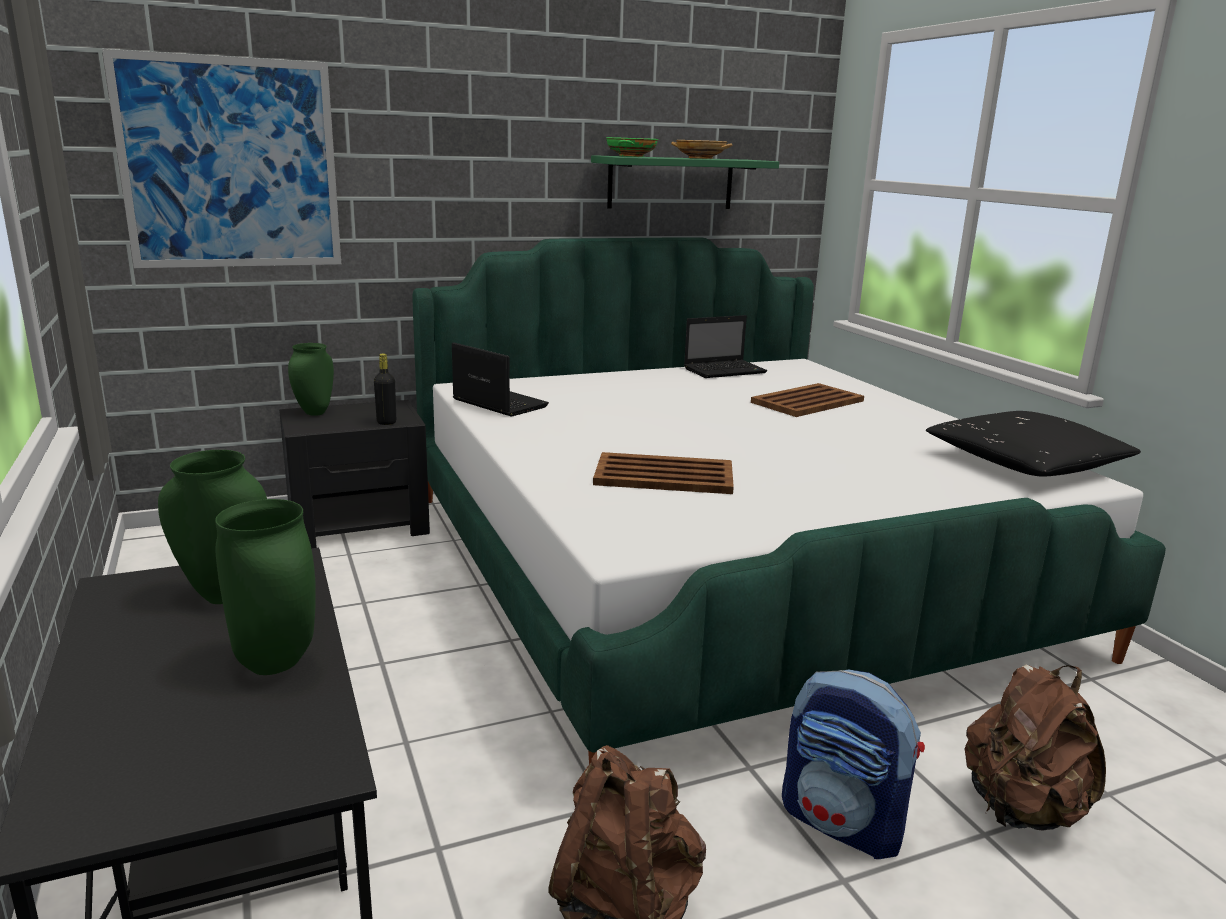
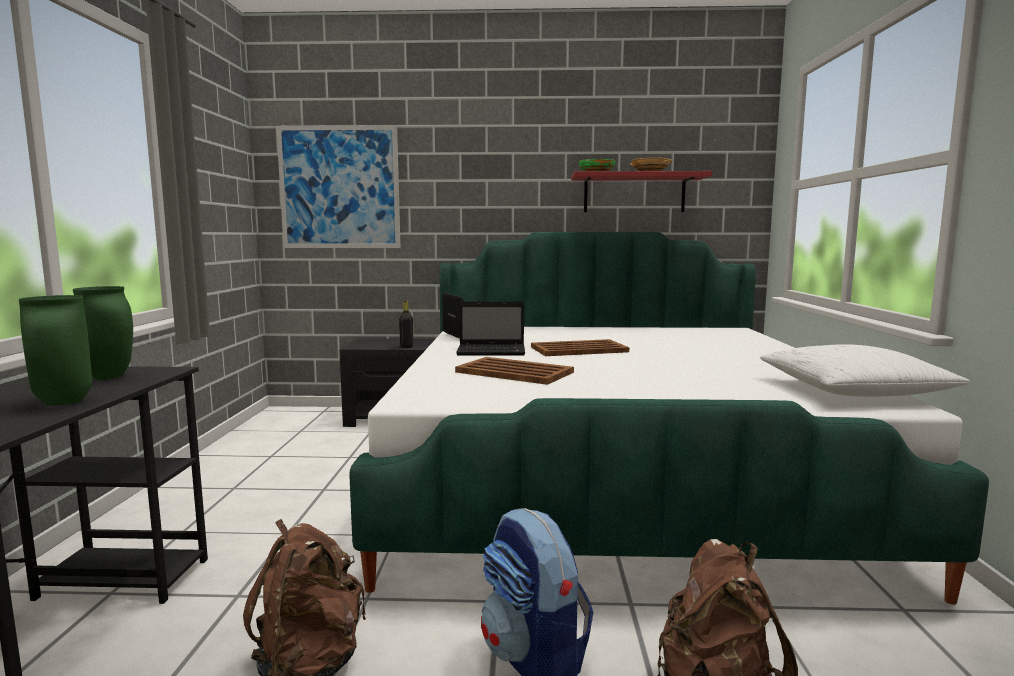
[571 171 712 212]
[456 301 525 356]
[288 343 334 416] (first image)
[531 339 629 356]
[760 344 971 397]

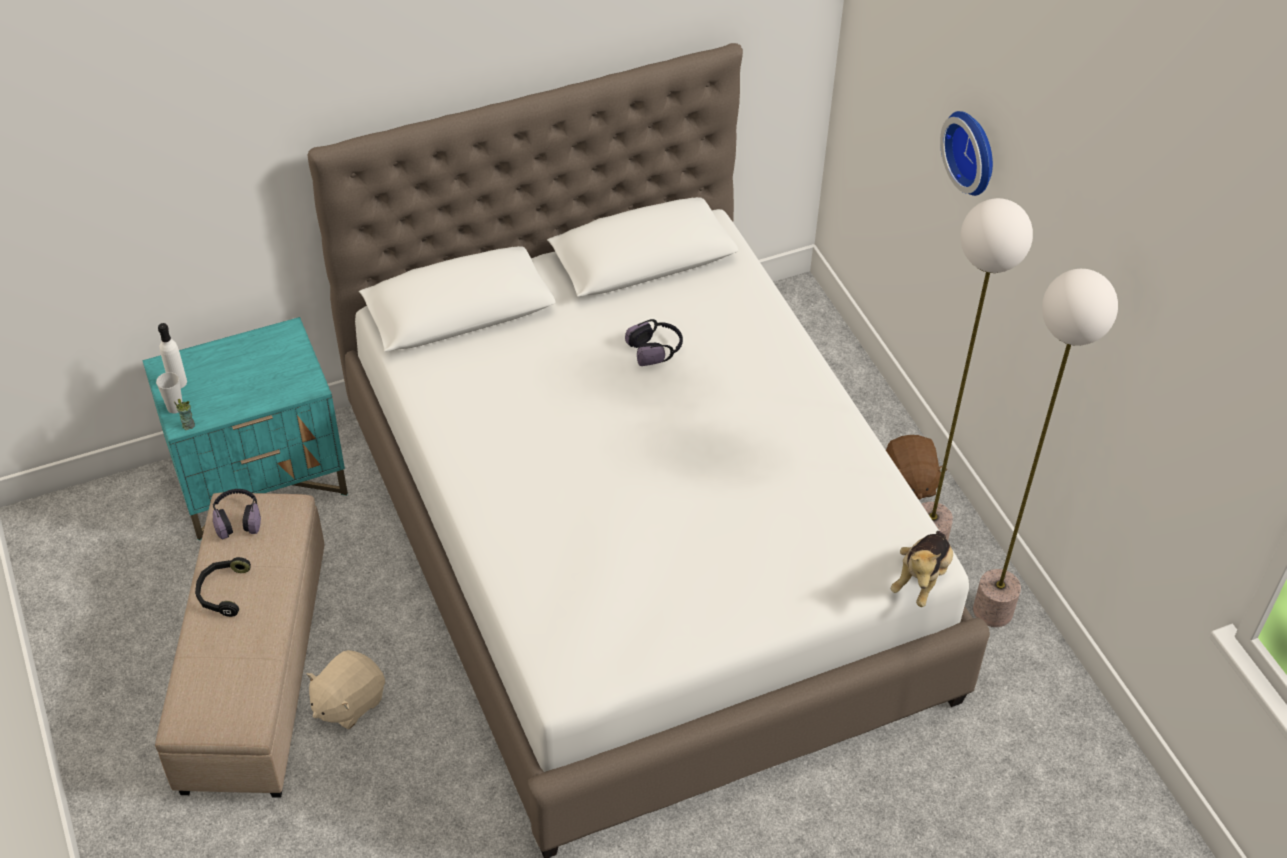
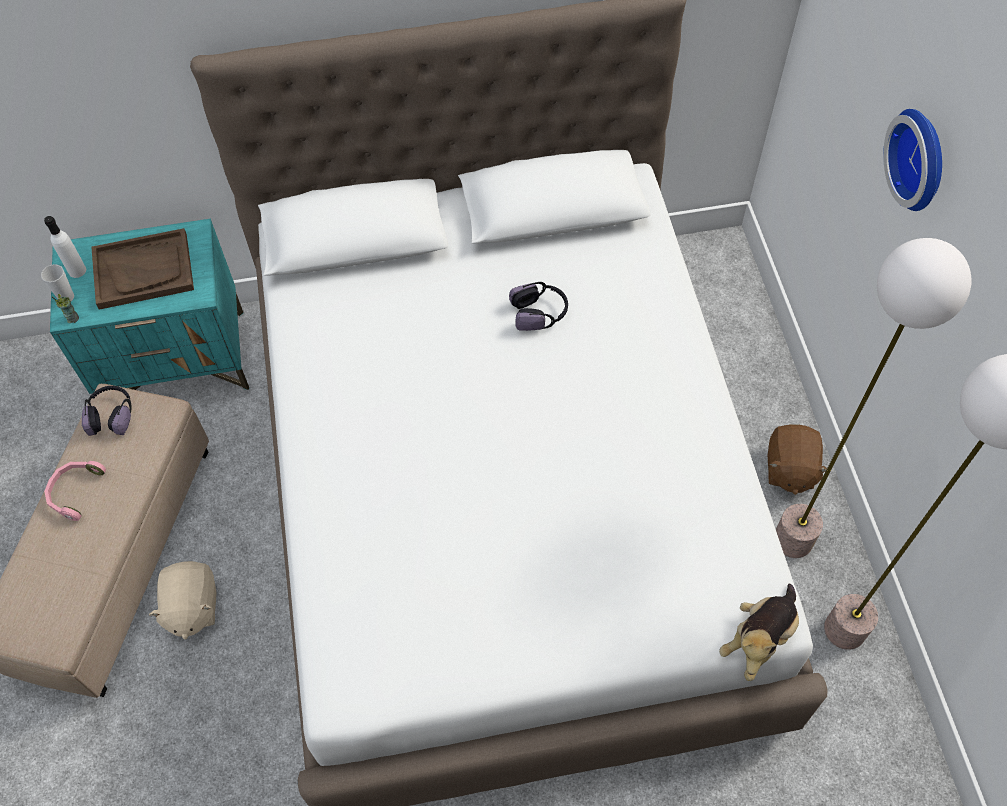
[44 461 106 521]
[149 561 217 640]
[91 228 194 310]

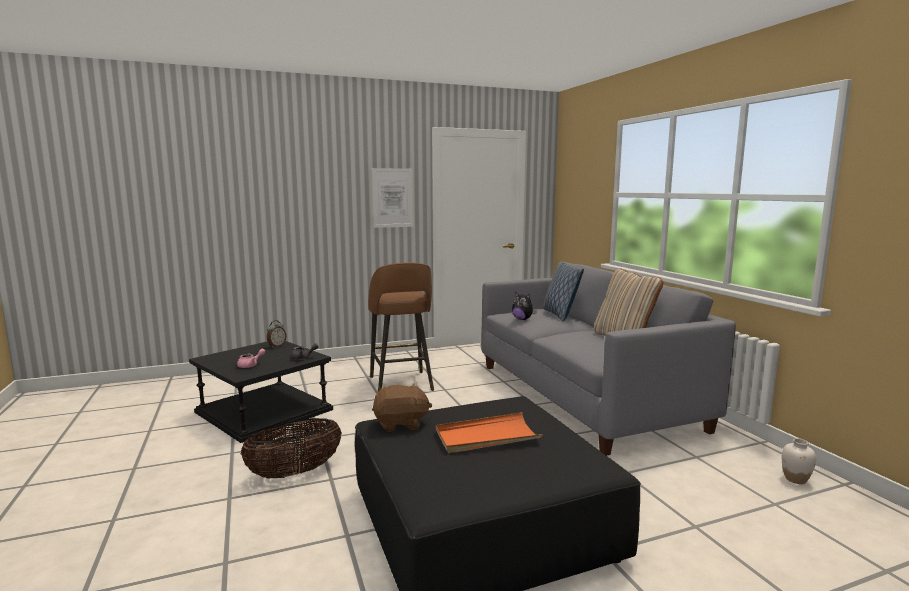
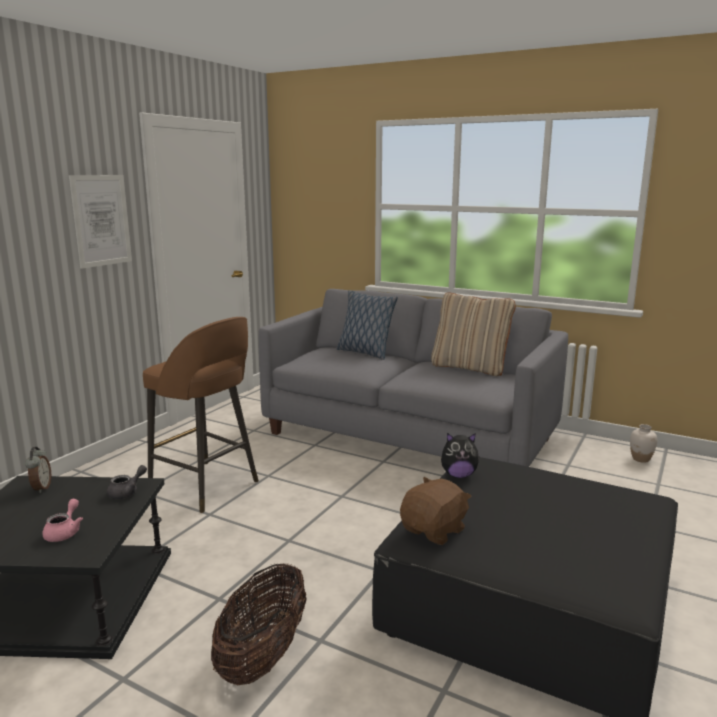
[441 433 480 478]
[436 412 543 453] (first image)

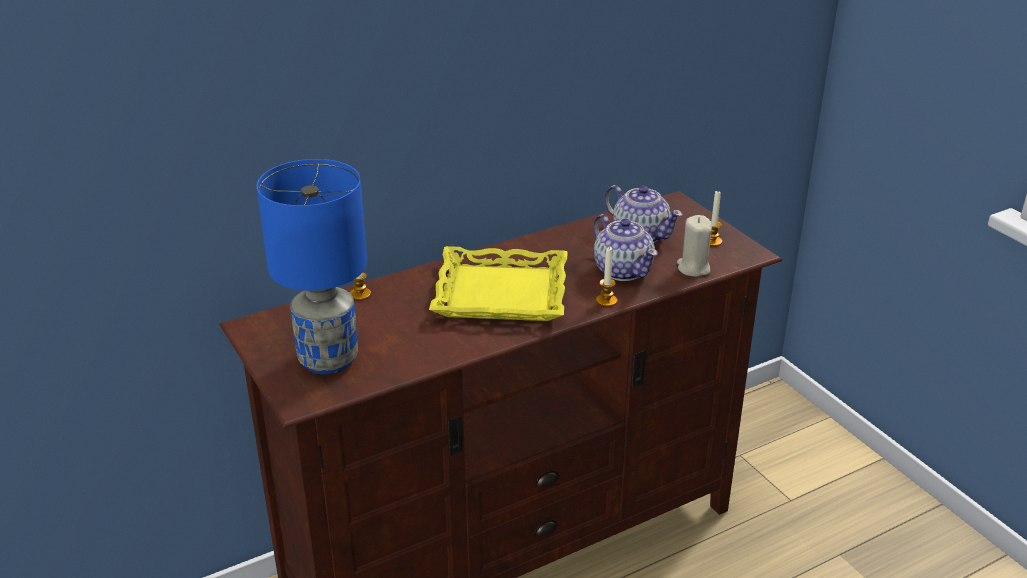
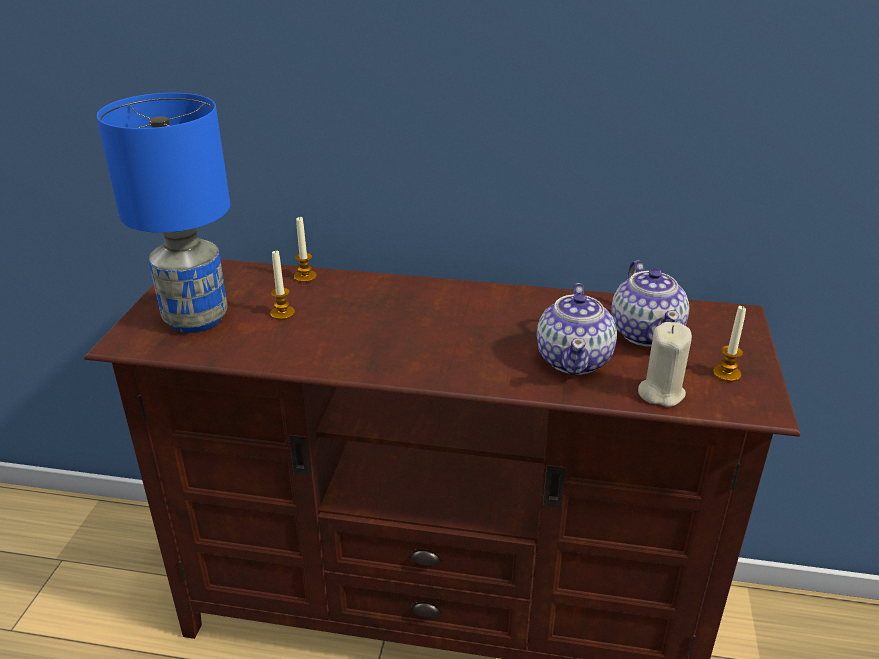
[429 246 568 321] (first image)
[270 251 295 320]

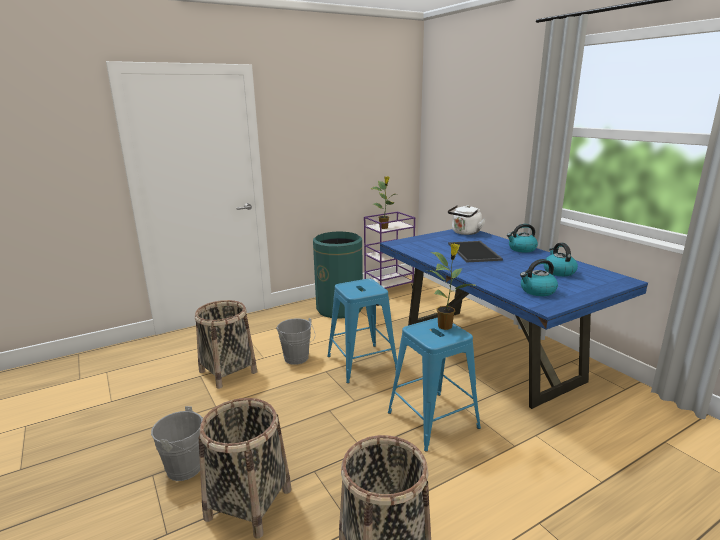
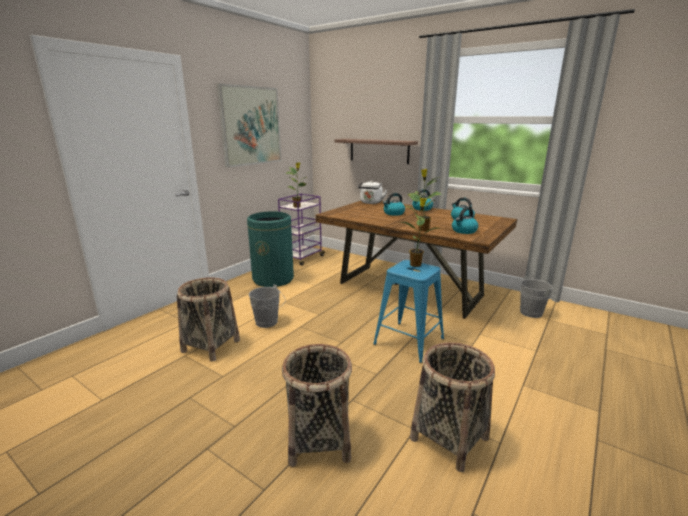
[315 201 517 319]
[383 193 405 216]
[327 279 397 383] (first image)
[520 276 556 318]
[217 84 281 168]
[334 139 418 164]
[408 169 443 231]

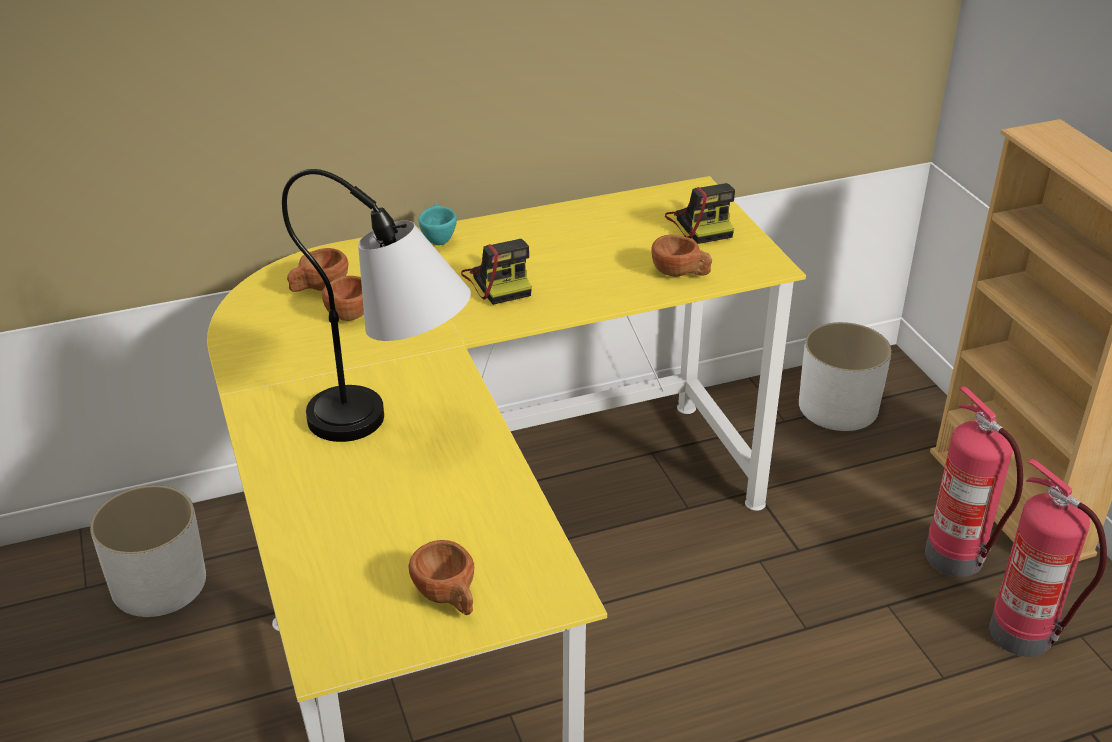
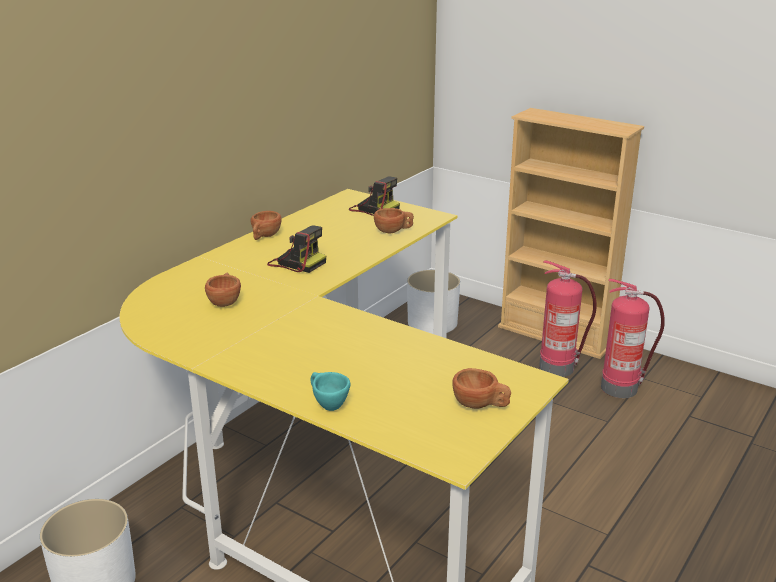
[282 169 471 442] (first image)
[310 372 350 411]
[250 211 282 240]

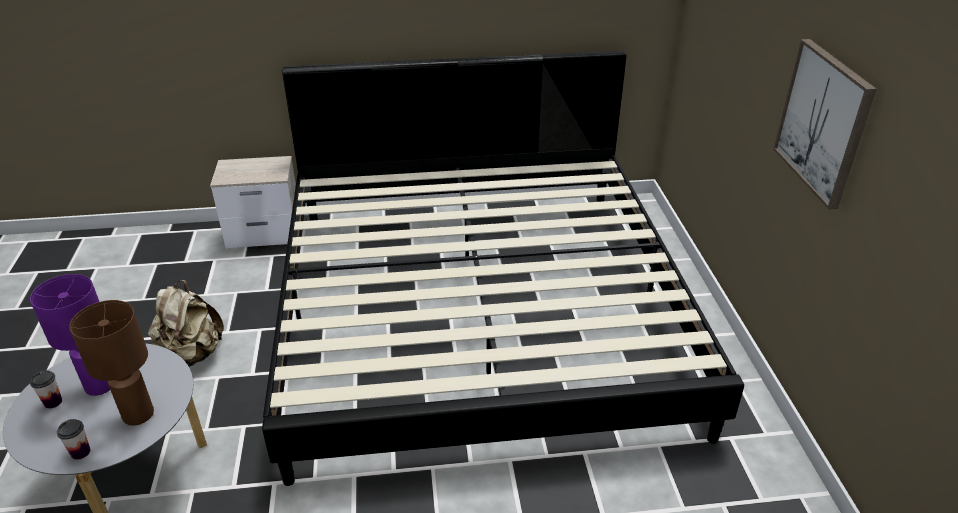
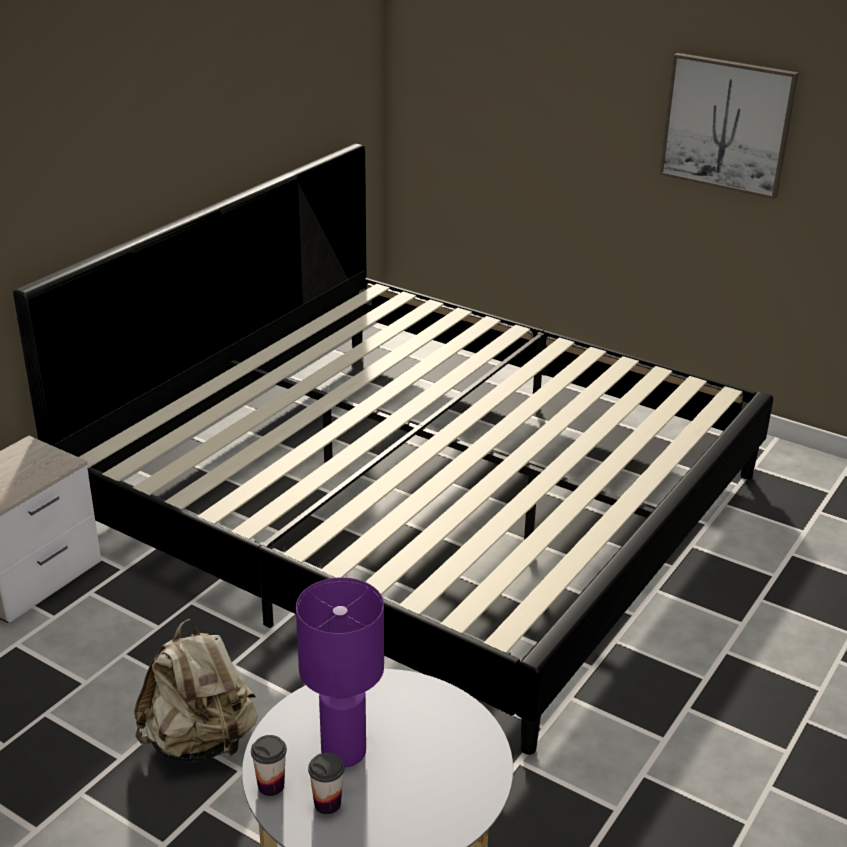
[69 300 154 426] (first image)
[251 735 287 796]

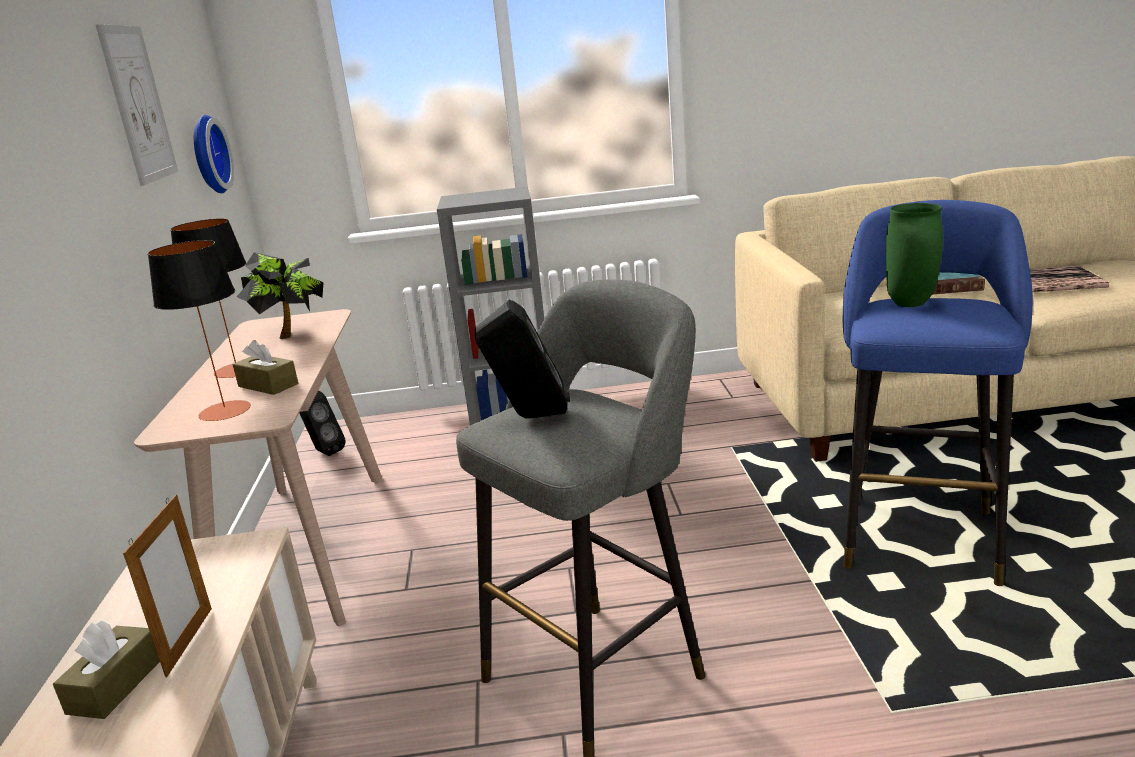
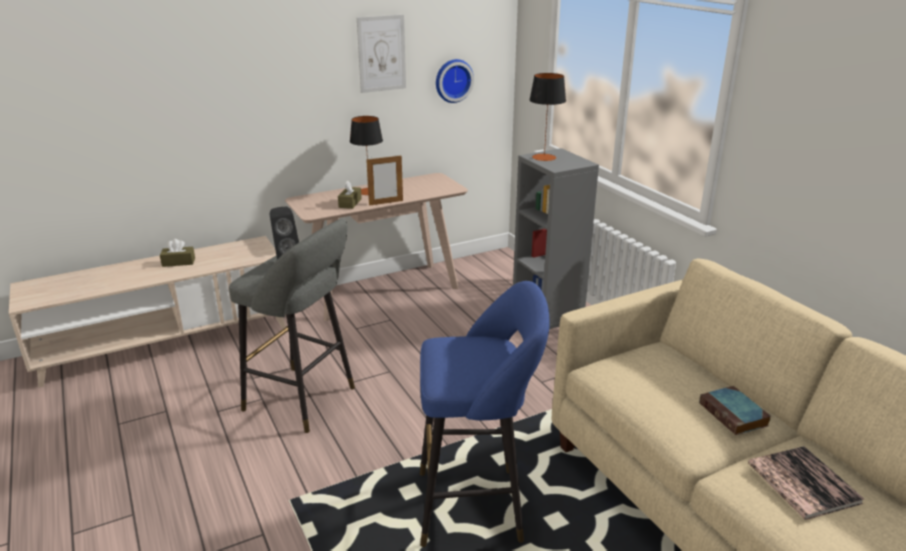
[886 203 943 307] (first image)
[529 73 566 161]
[237 252 323 339] (first image)
[299 390 346 456] (first image)
[366 154 403 206]

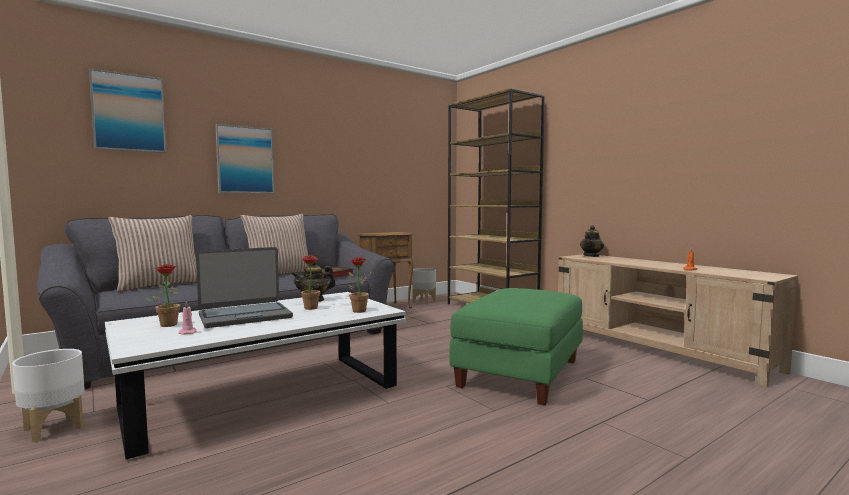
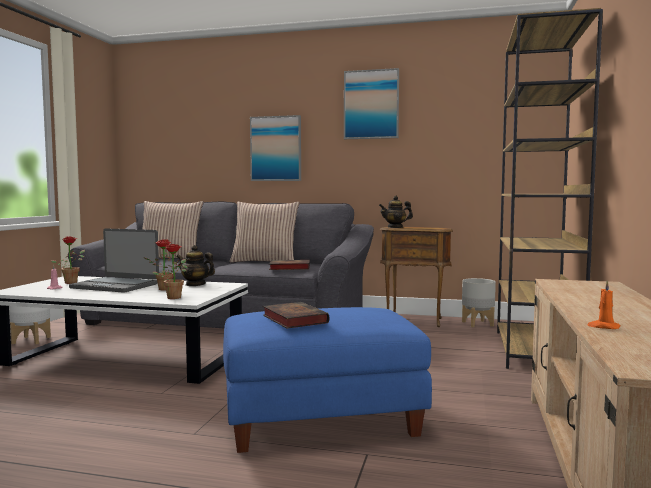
[344 68 399 139]
[379 196 413 228]
[223 307 432 453]
[263 302 329 329]

